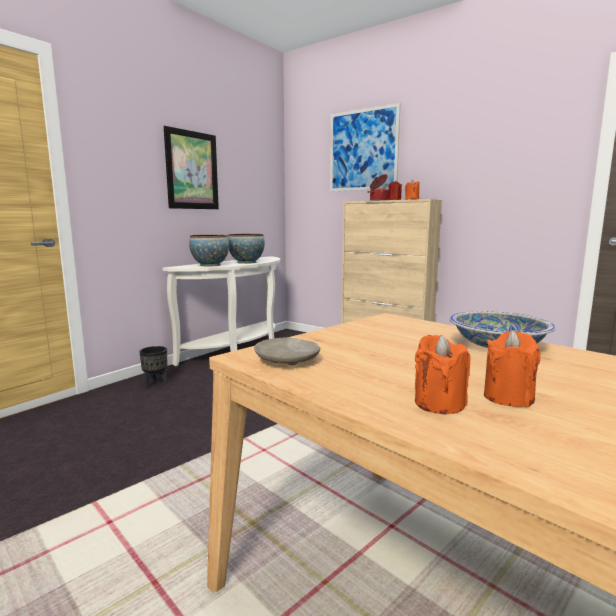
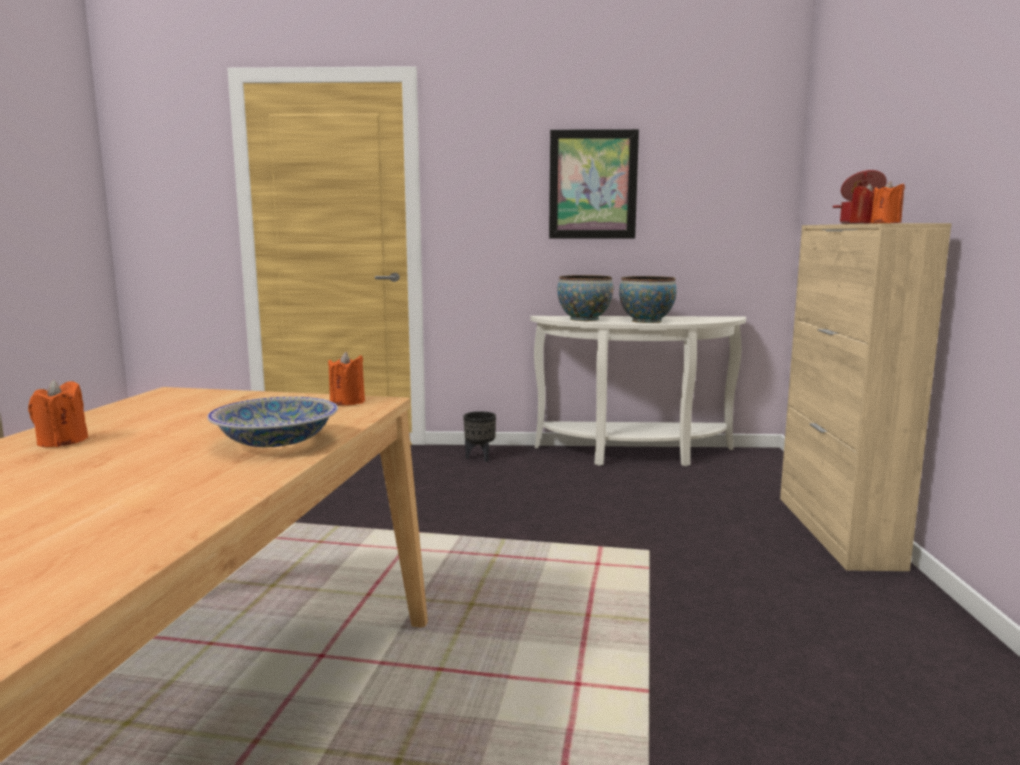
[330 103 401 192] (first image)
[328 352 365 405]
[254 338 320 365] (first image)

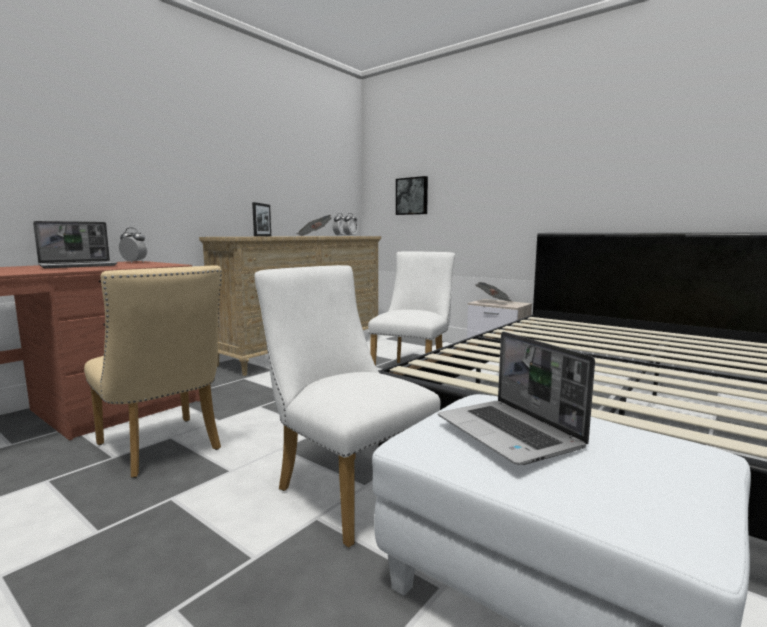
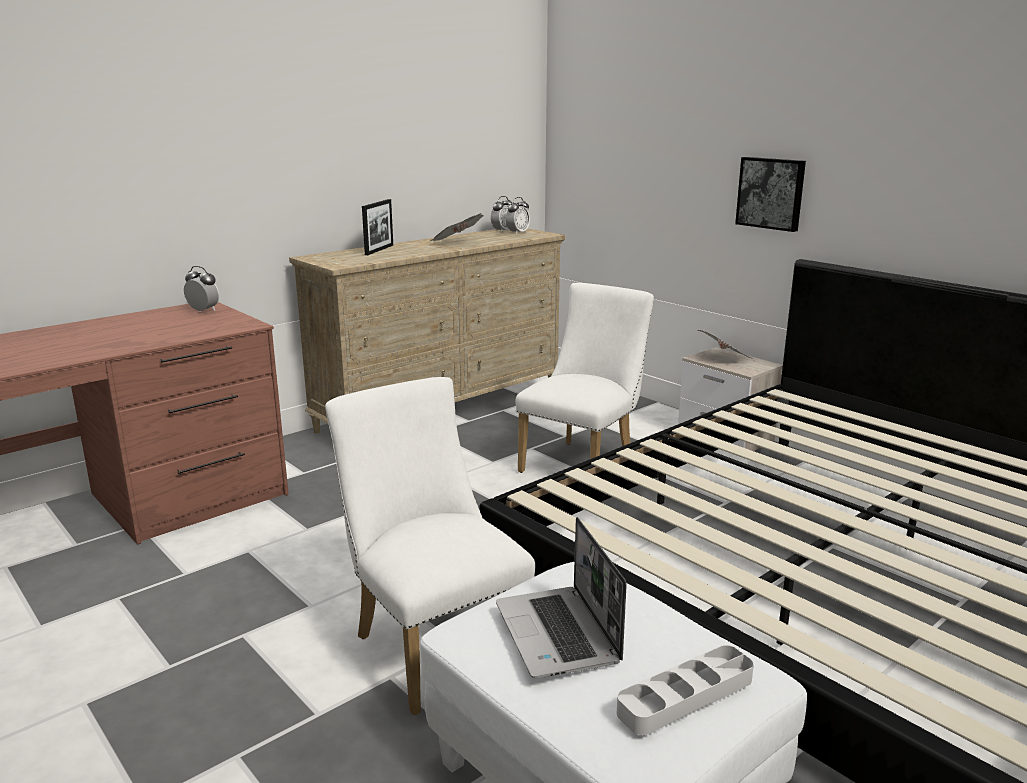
[735 157 806 232]
[33 221 117 268] (first image)
[84 265 222 478] (first image)
[617 645 754 735]

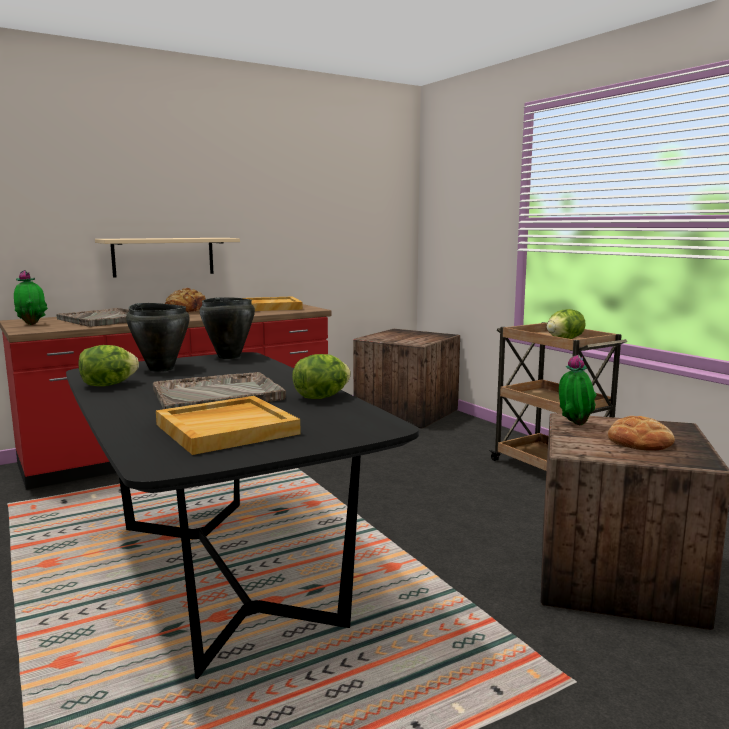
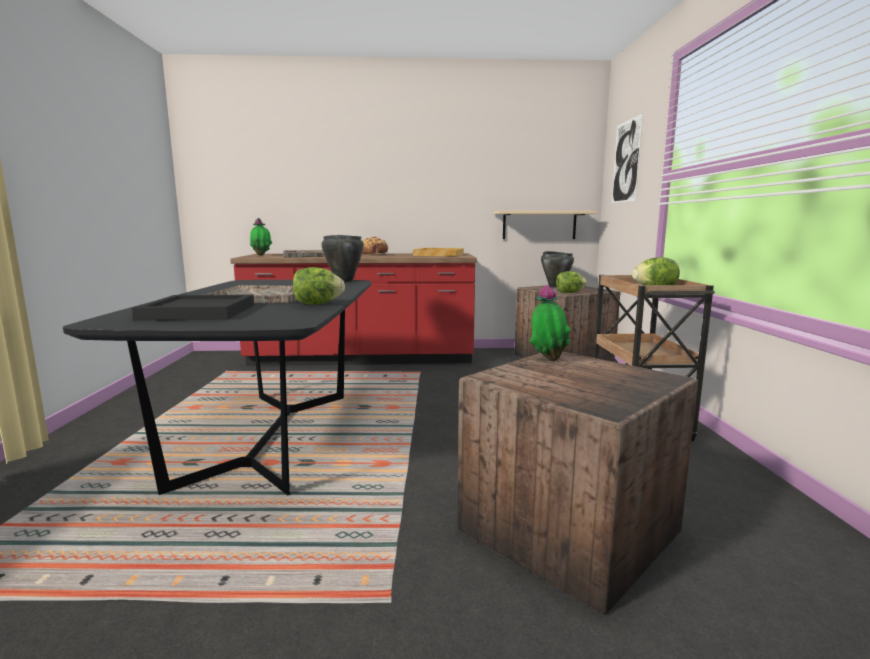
[493 211 598 239]
[541 251 574 288]
[556 271 587 293]
[132 294 254 321]
[608 416 675 451] (first image)
[612 114 643 203]

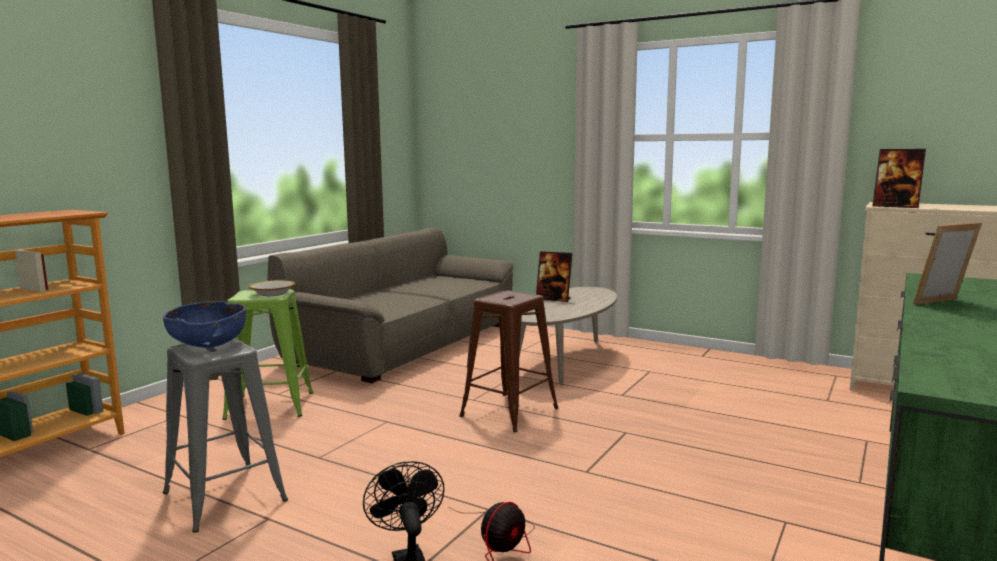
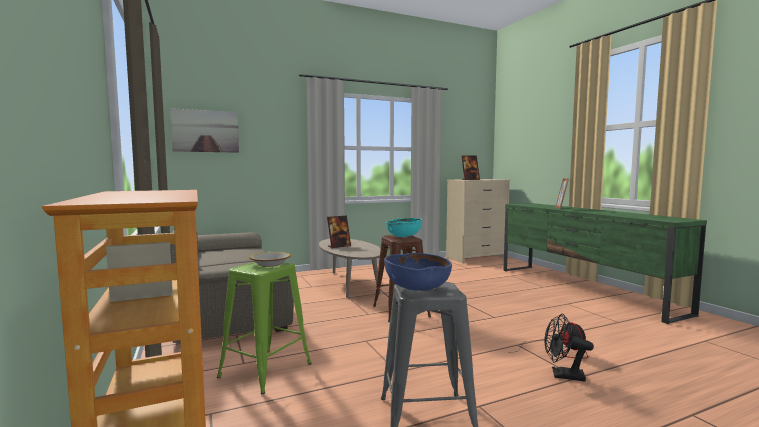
[170 108 239 153]
[386 218 422 237]

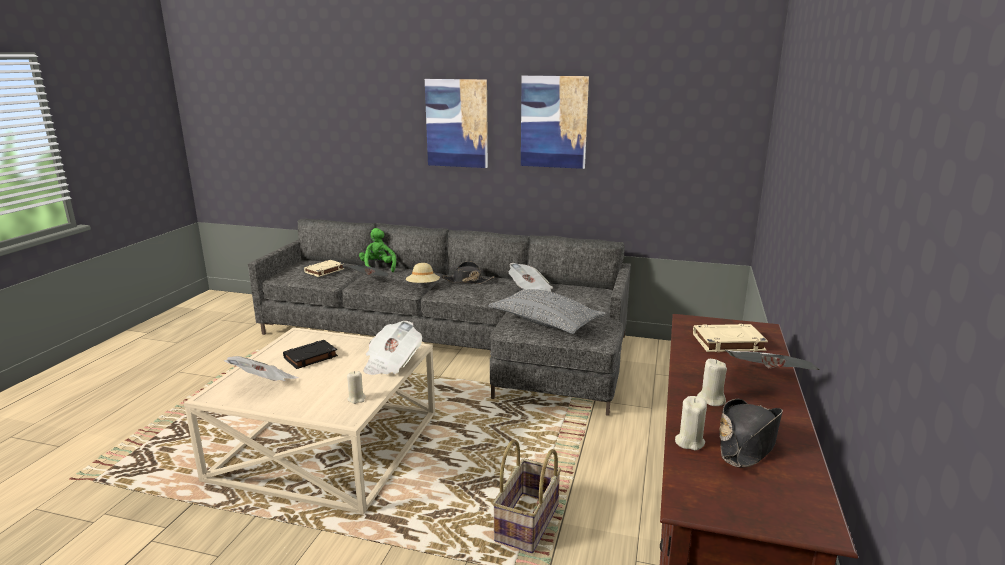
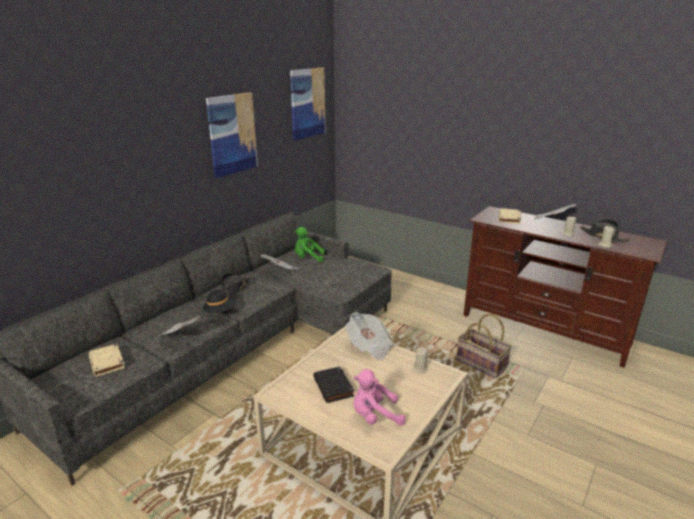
[290 67 325 141]
[295 227 325 262]
[202 290 237 313]
[488 289 606 334] (first image)
[353 369 405 426]

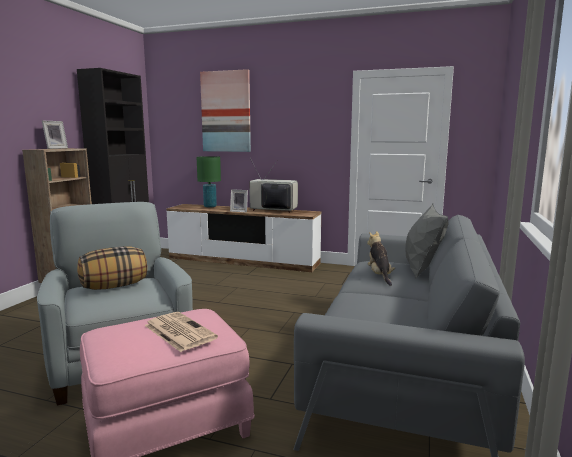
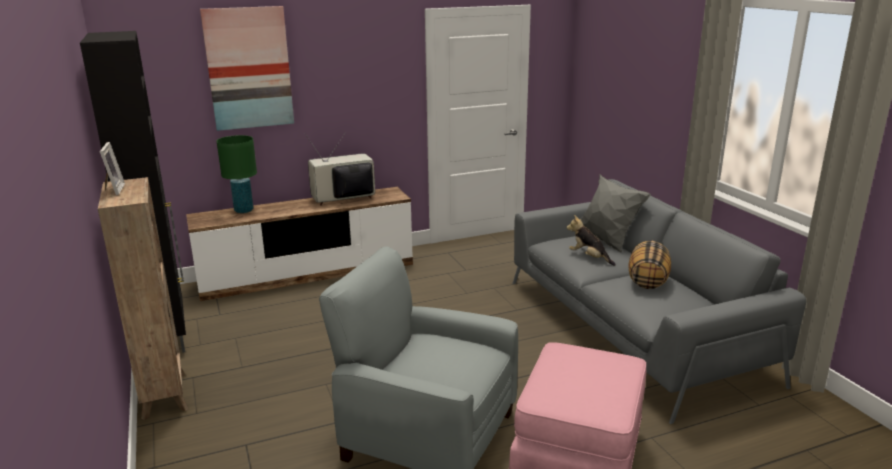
[230 189 248 213] (first image)
[628 241 671 289]
[144 312 218 352] (first image)

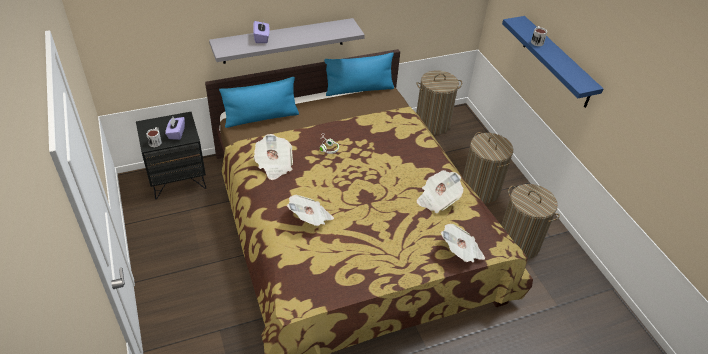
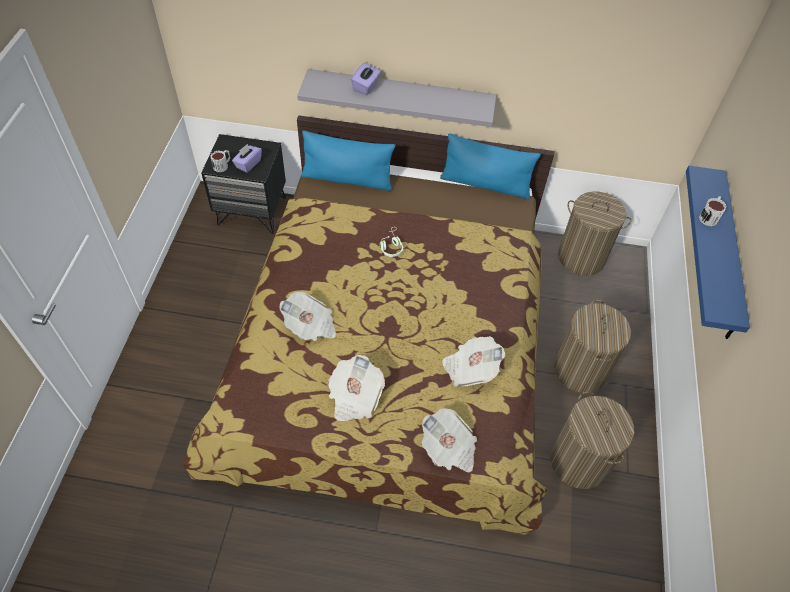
[328 355 385 421]

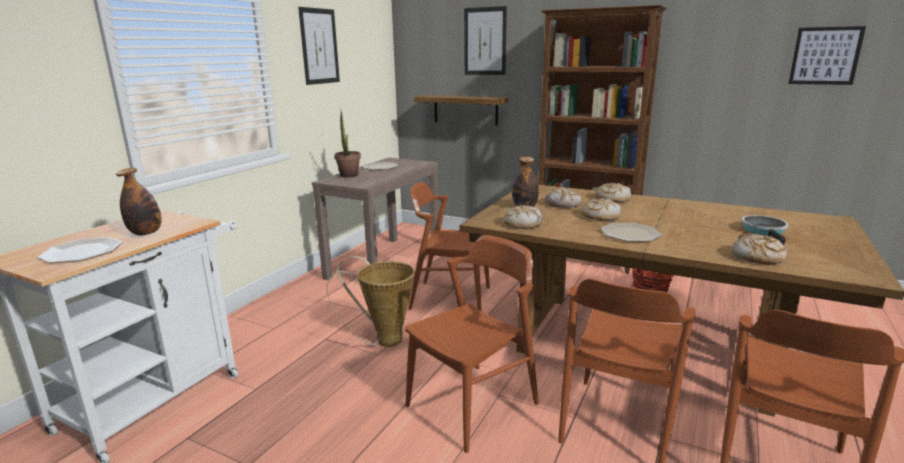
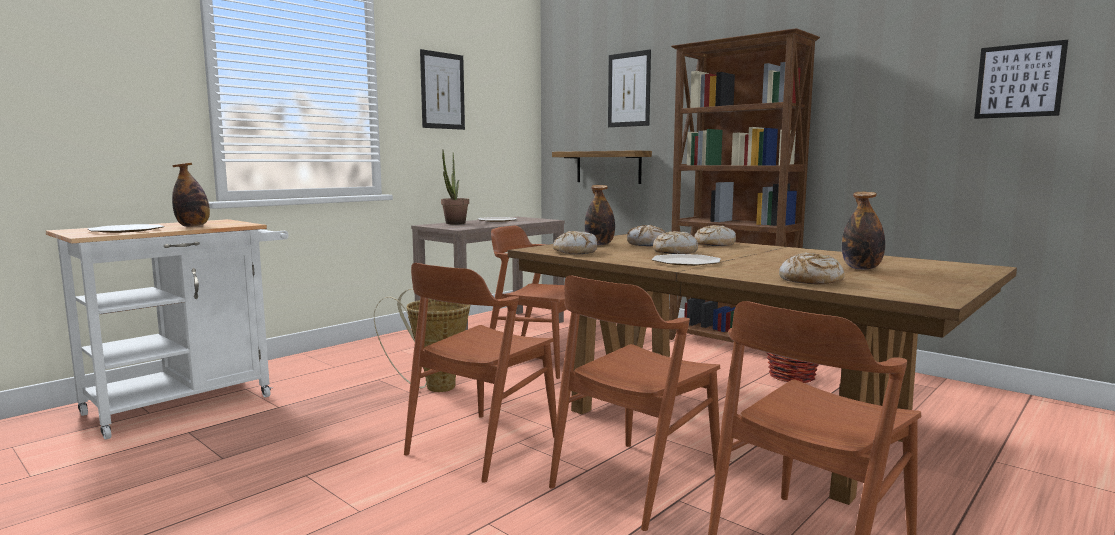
[842 192 885 270]
[404 263 557 483]

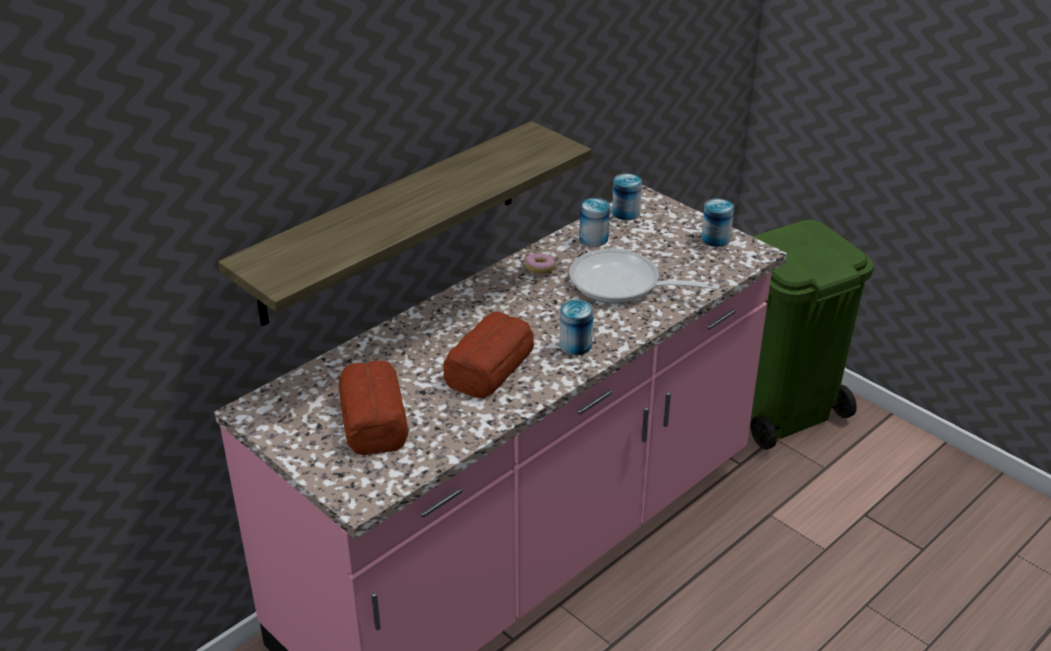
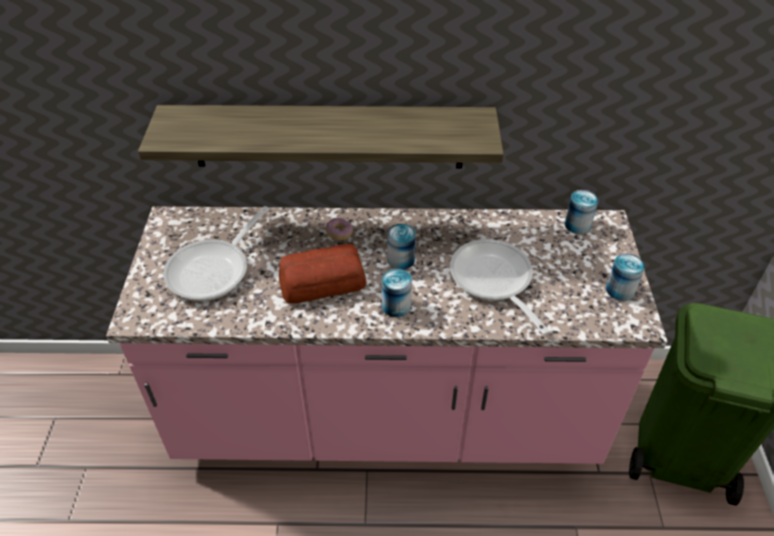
[387 224 416 270]
[326 218 353 240]
[163 206 269 301]

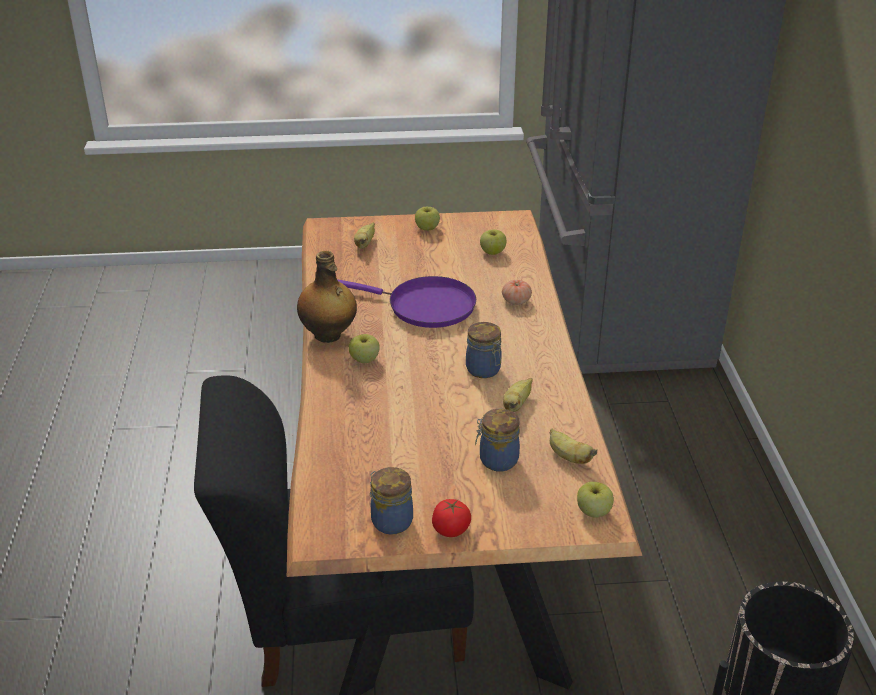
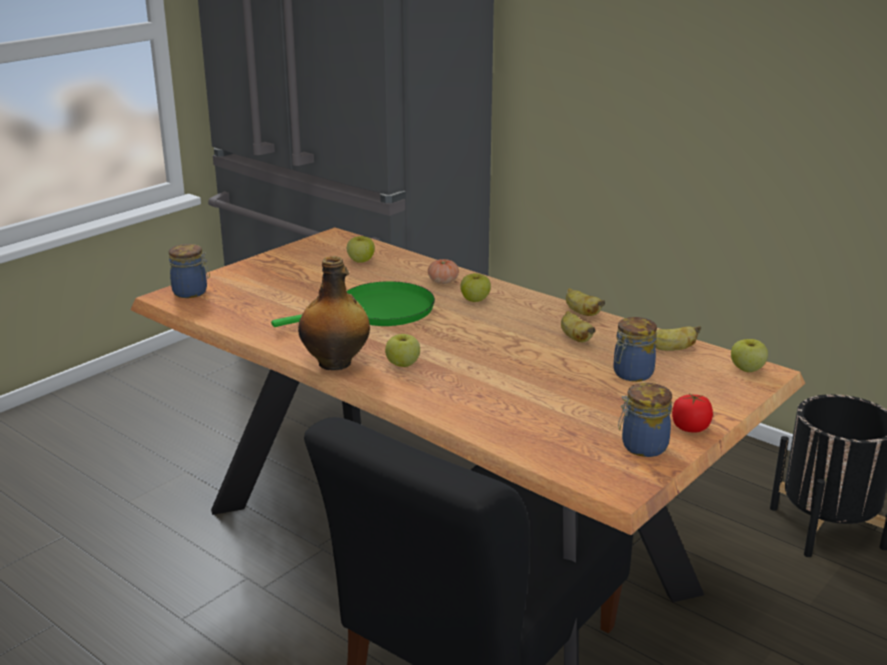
[460 273 491 302]
[566 288 605 316]
[271 281 435 327]
[169 244 210 298]

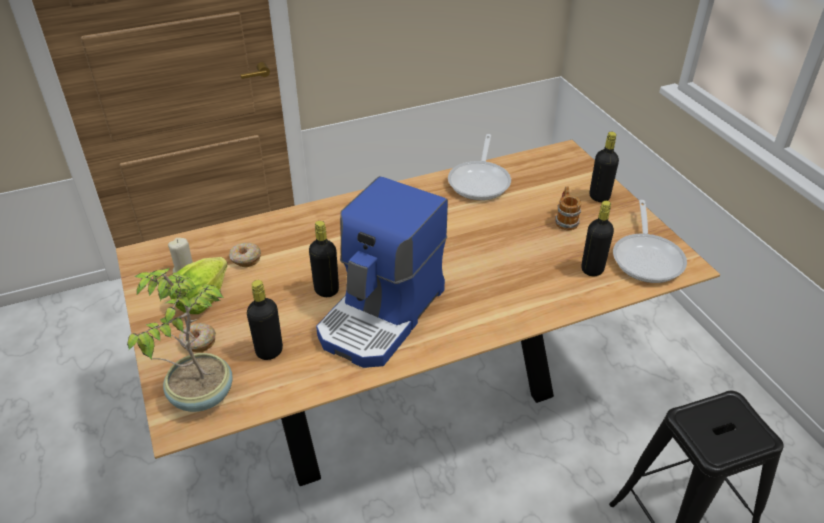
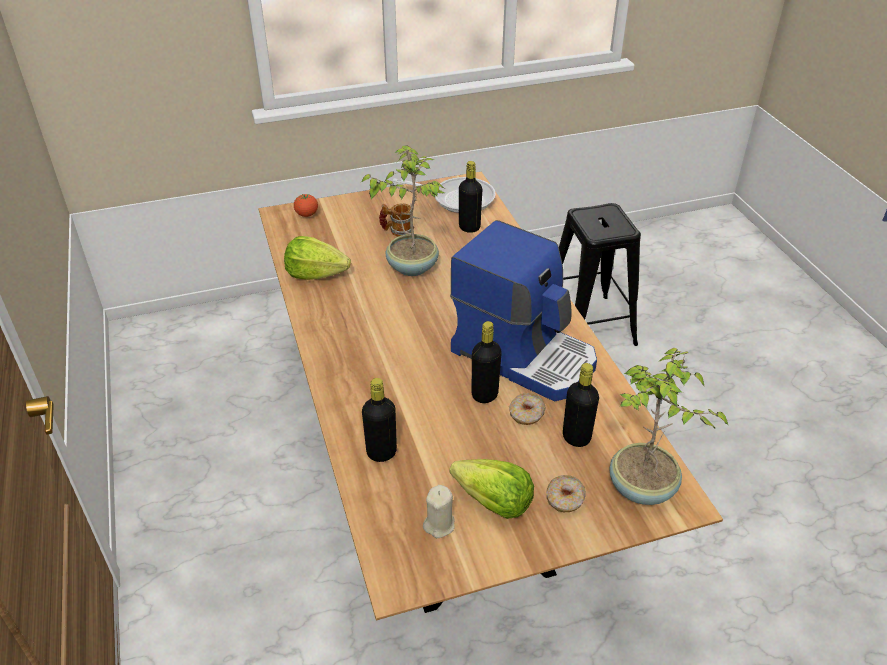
[362 378 397 462]
[284 236 351 280]
[509 393 545 425]
[361 145 445 276]
[294 194 318 217]

